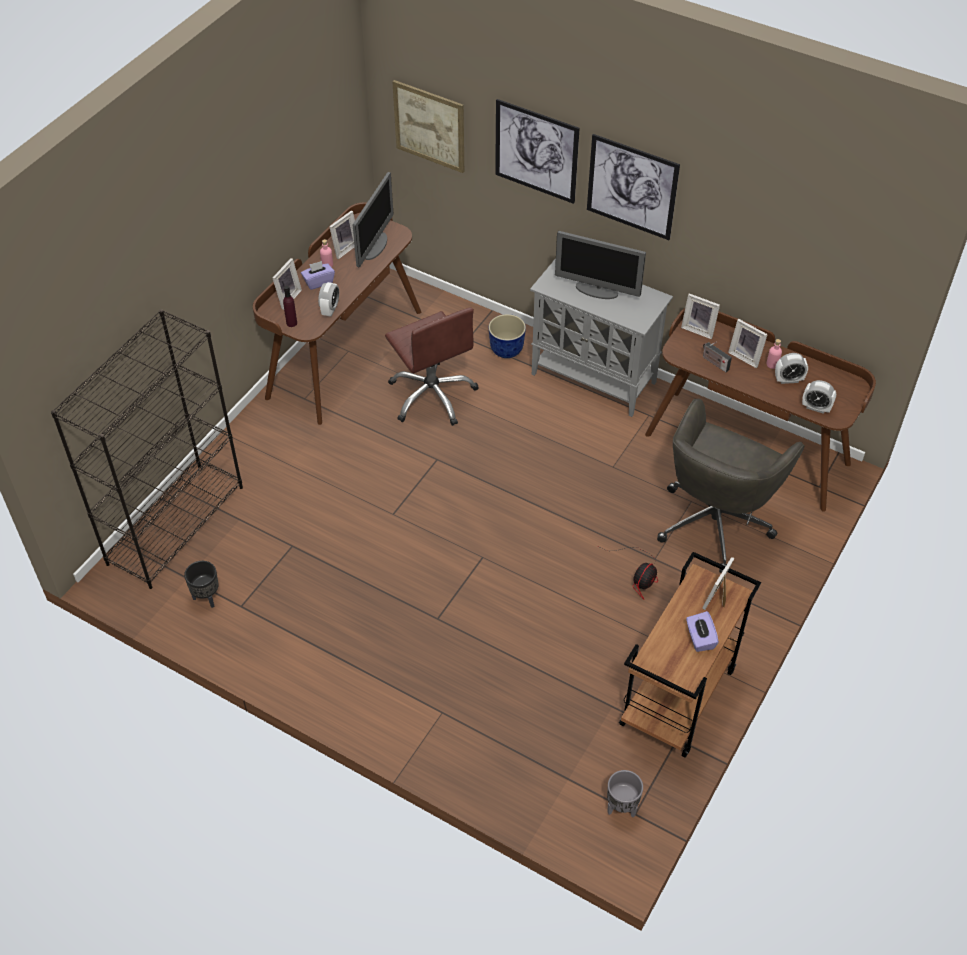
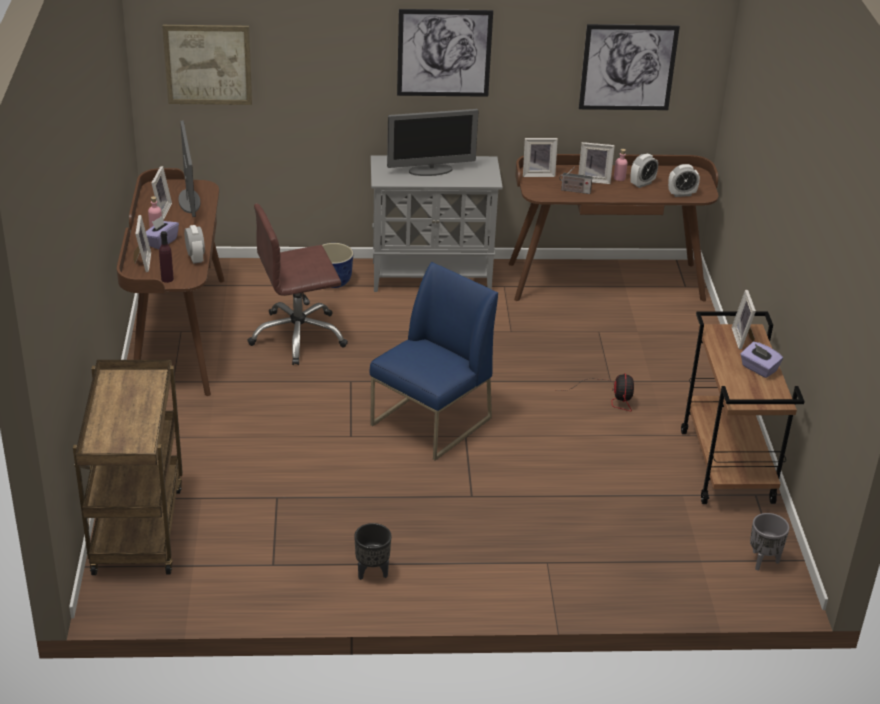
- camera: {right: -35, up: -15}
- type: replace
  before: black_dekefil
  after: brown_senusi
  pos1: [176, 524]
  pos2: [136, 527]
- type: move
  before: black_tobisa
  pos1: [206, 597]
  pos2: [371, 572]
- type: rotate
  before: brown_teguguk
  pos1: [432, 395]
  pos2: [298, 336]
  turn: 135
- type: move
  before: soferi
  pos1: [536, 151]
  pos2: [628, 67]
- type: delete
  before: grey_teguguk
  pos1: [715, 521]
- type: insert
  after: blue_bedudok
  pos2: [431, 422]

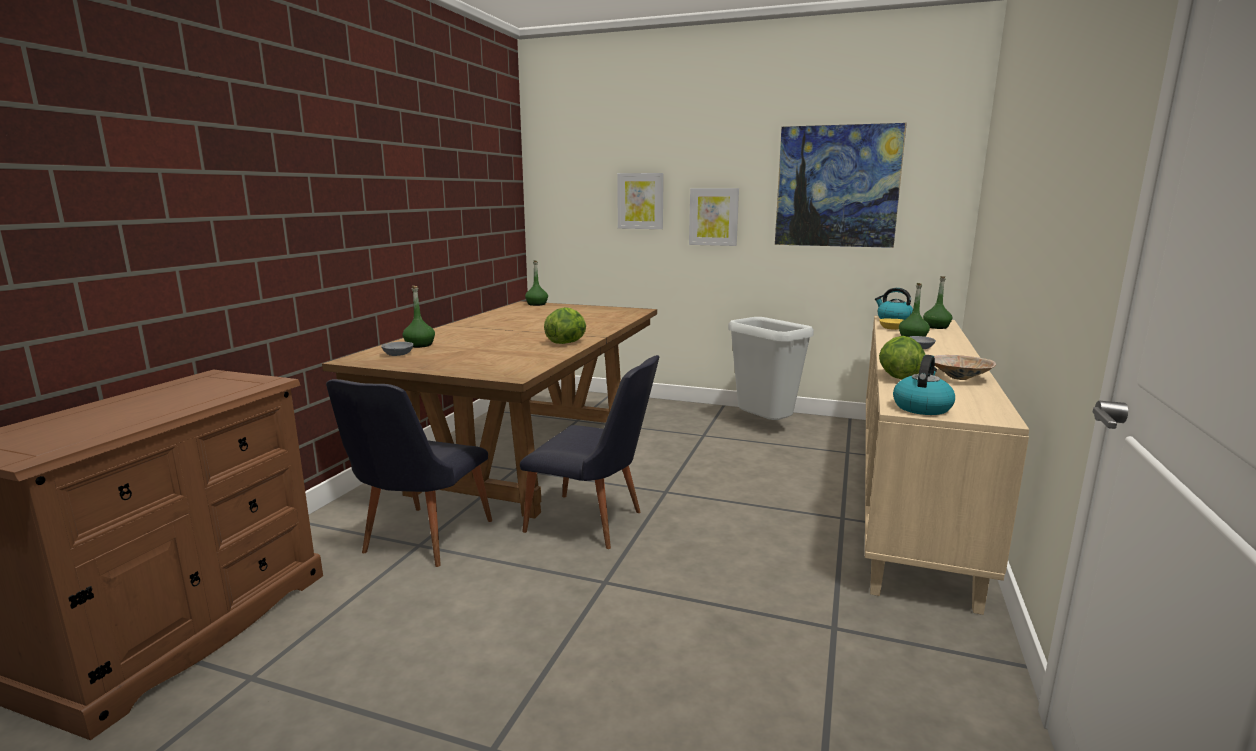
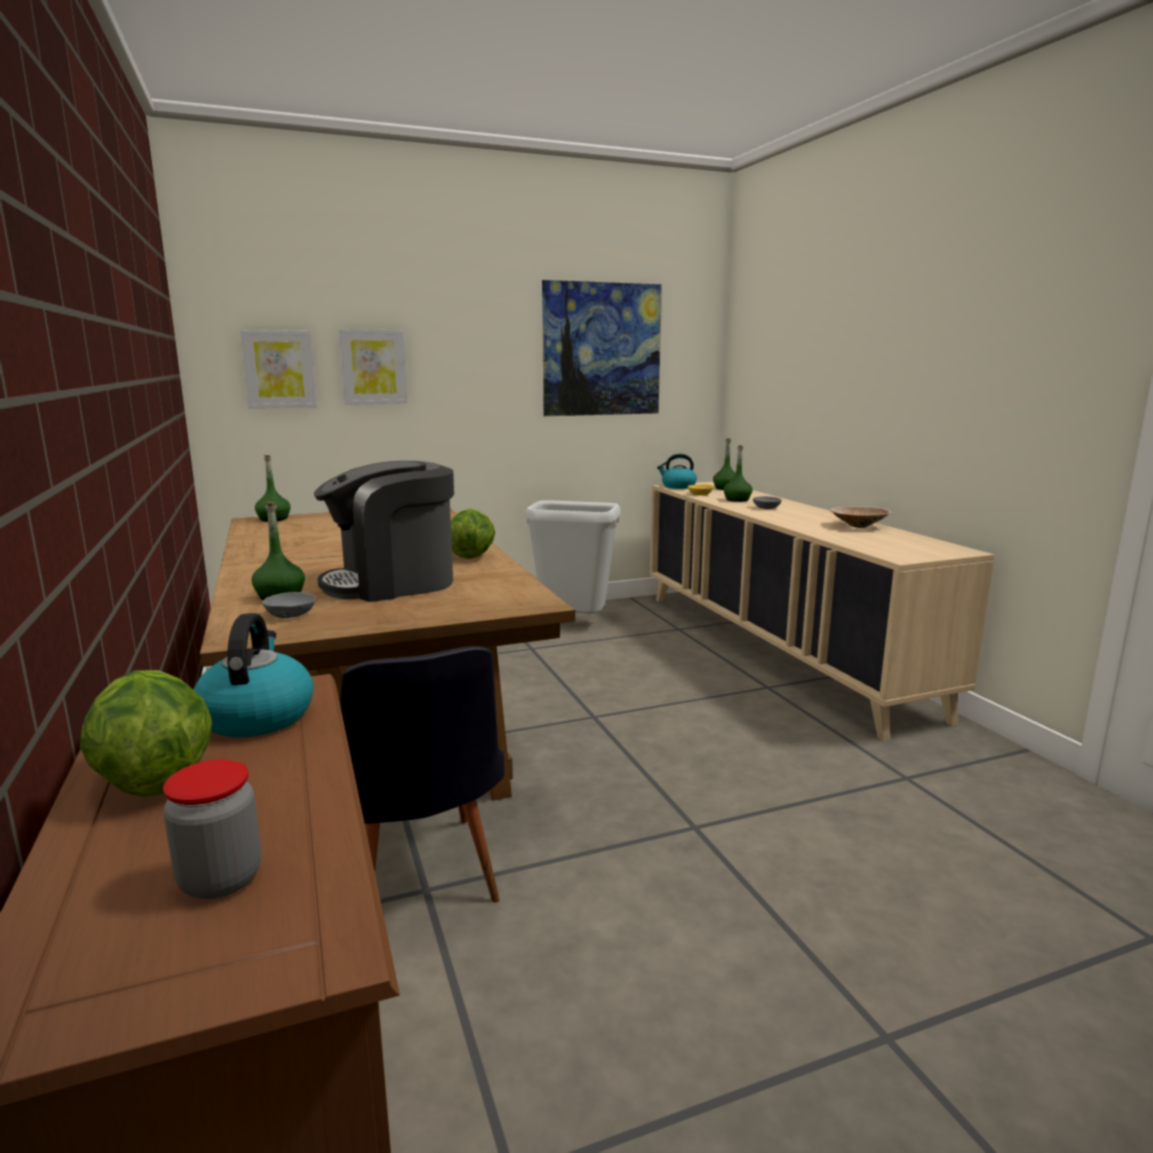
- camera: {right: -40, up: 0}
- type: delete
  before: black_bedudok
  pos1: [594, 524]
- type: move
  before: soferi
  pos1: [713, 217]
  pos2: [279, 369]
- type: move
  before: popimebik
  pos1: [898, 377]
  pos2: [153, 779]
- type: move
  before: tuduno
  pos1: [921, 407]
  pos2: [257, 716]
- type: insert
  after: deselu
  pos2: [220, 880]
- type: insert
  after: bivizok
  pos2: [392, 583]

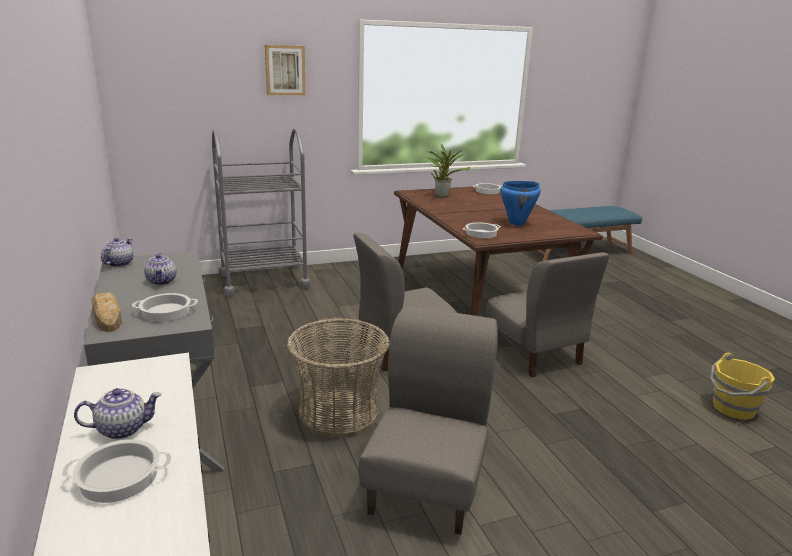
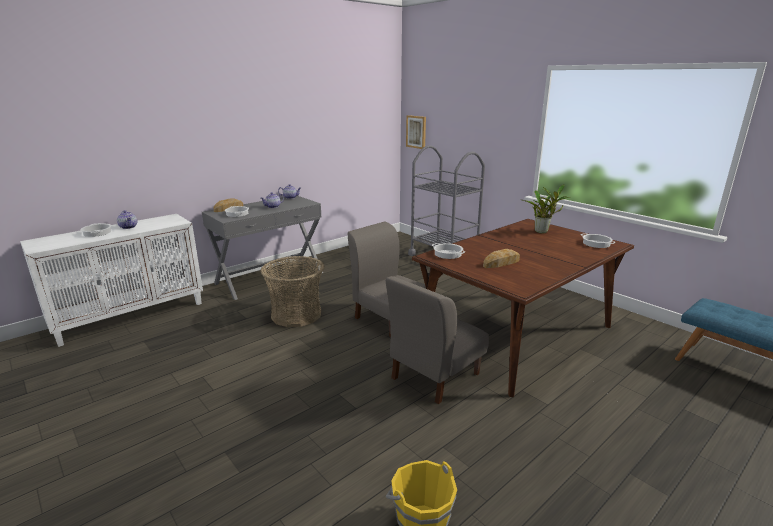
- camera: {right: 70, up: 0}
- type: move
  before: soferi
  pos1: [285, 70]
  pos2: [416, 132]
- type: delete
  before: grey_bedudok
  pos1: [427, 488]
- type: replace
  before: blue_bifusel
  after: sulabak
  pos1: [517, 223]
  pos2: [501, 263]

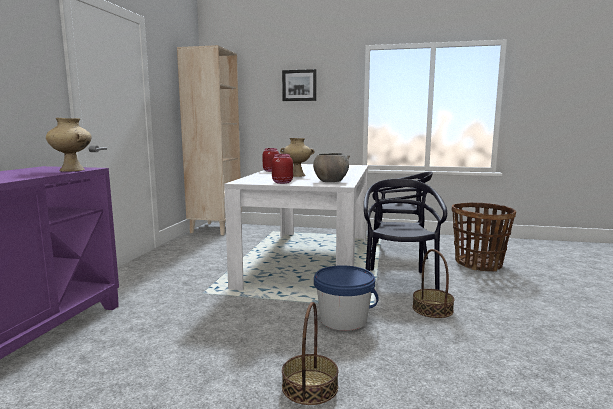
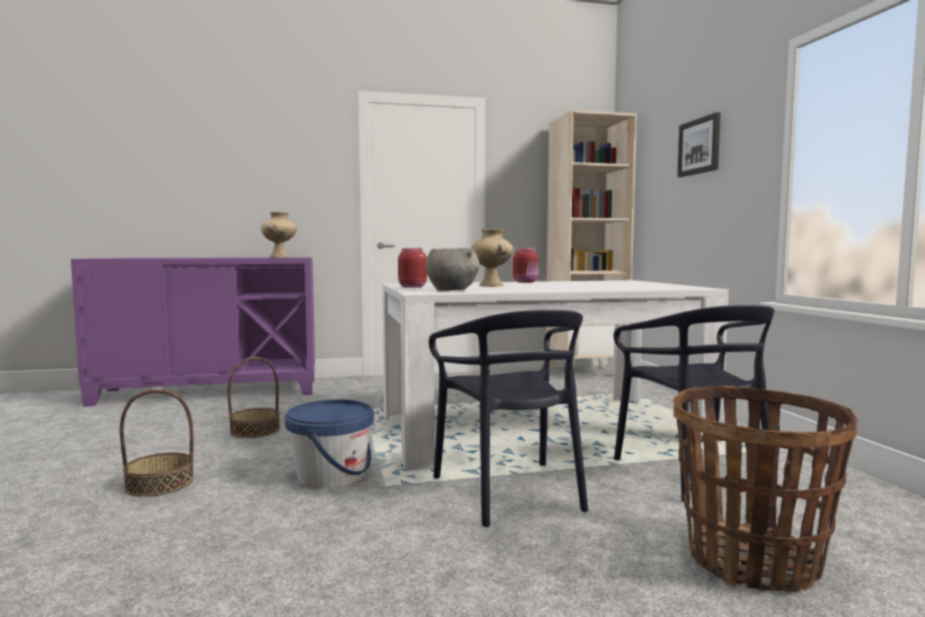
- camera: {right: 65, up: -5}
- type: rotate
  before: black_bedudok
  pos1: [398, 282]
  pos2: [510, 491]
  turn: 90
- type: move
  before: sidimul
  pos1: [432, 309]
  pos2: [255, 430]

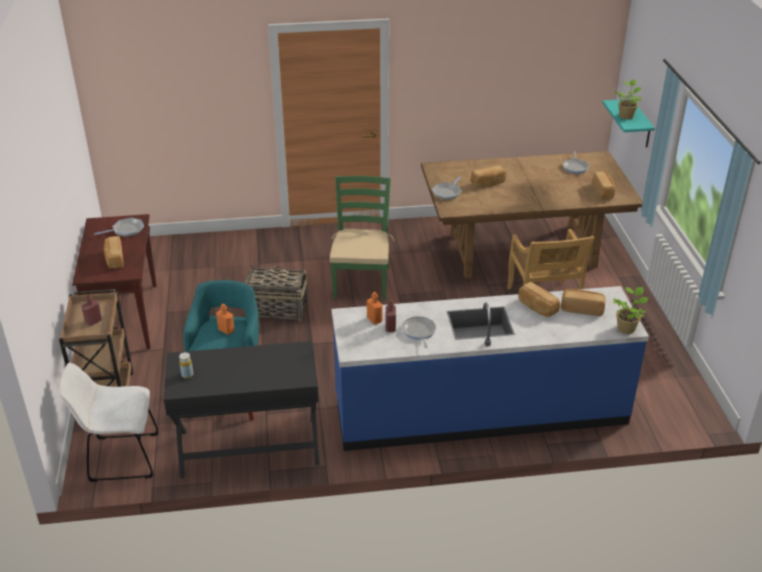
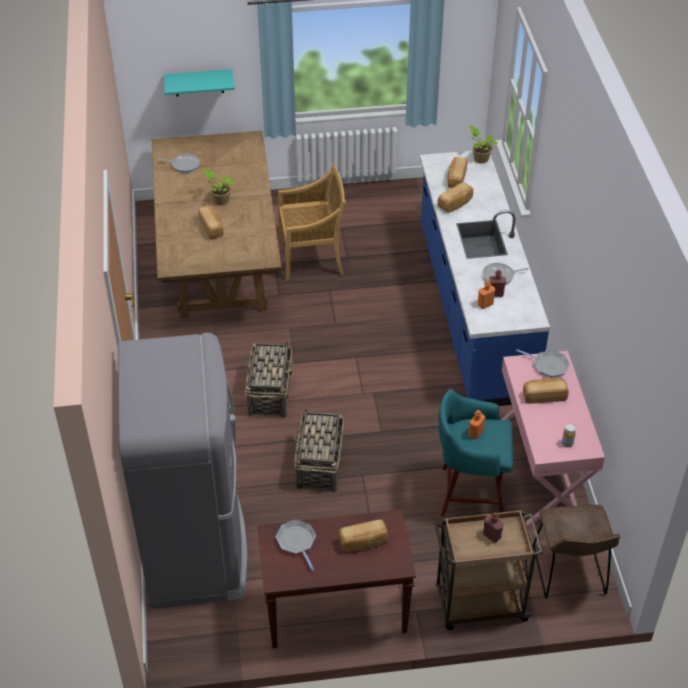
- camera: {right: -90, up: 10}
- type: recolor
  before: white_bedudok
  after: brown_bedudok
  pos1: [119, 458]
  pos2: [570, 574]
- type: recolor
  before: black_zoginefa
  after: pink_zoginefa
  pos1: [249, 448]
  pos2: [541, 471]
- type: replace
  before: green_bedudok
  after: sidimul
  pos1: [361, 282]
  pos2: [270, 393]
- type: move
  before: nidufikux
  pos1: [447, 192]
  pos2: [548, 365]
- type: move
  before: sulabak
  pos1: [603, 191]
  pos2: [544, 396]
- type: move
  before: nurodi
  pos1: [626, 115]
  pos2: [220, 200]
- type: insert
  after: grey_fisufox
  pos2: [196, 546]

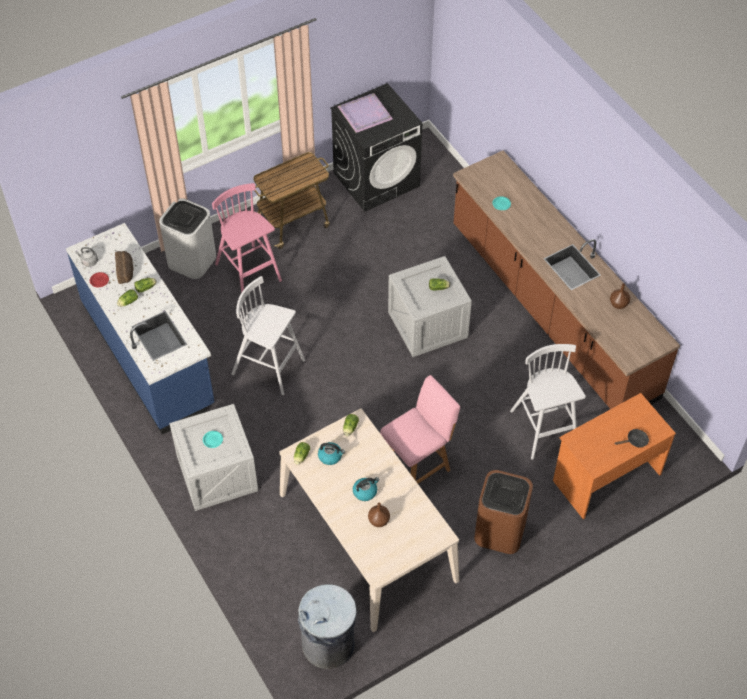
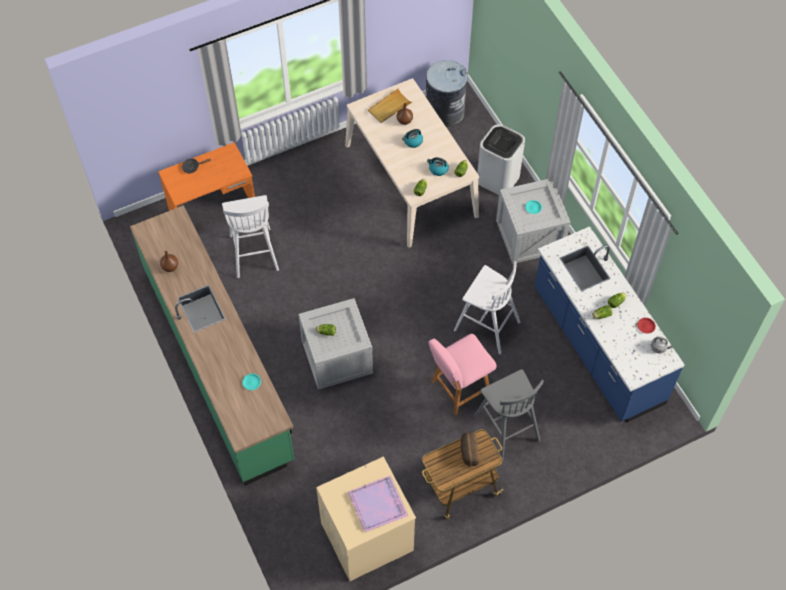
- camera: {right: -175, up: 5}
- type: move
  before: sulabak
  pos1: [126, 271]
  pos2: [468, 452]
- type: move
  before: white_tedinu
  pos1: [191, 260]
  pos2: [498, 178]
- type: recolor
  before: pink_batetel
  after: grey_batetel
  pos1: [249, 273]
  pos2: [505, 427]
- type: recolor
  before: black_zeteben
  after: beige_zeteben
  pos1: [376, 179]
  pos2: [366, 537]
- type: move
  before: pink_bedudok
  pos1: [417, 465]
  pos2: [458, 389]
- type: recolor
  before: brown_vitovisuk
  after: green_vitovisuk
  pos1: [551, 311]
  pos2: [218, 362]
- type: delete
  before: brown_tedinu
  pos1: [500, 531]
- type: insert
  after: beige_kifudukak
  pos2: [389, 107]

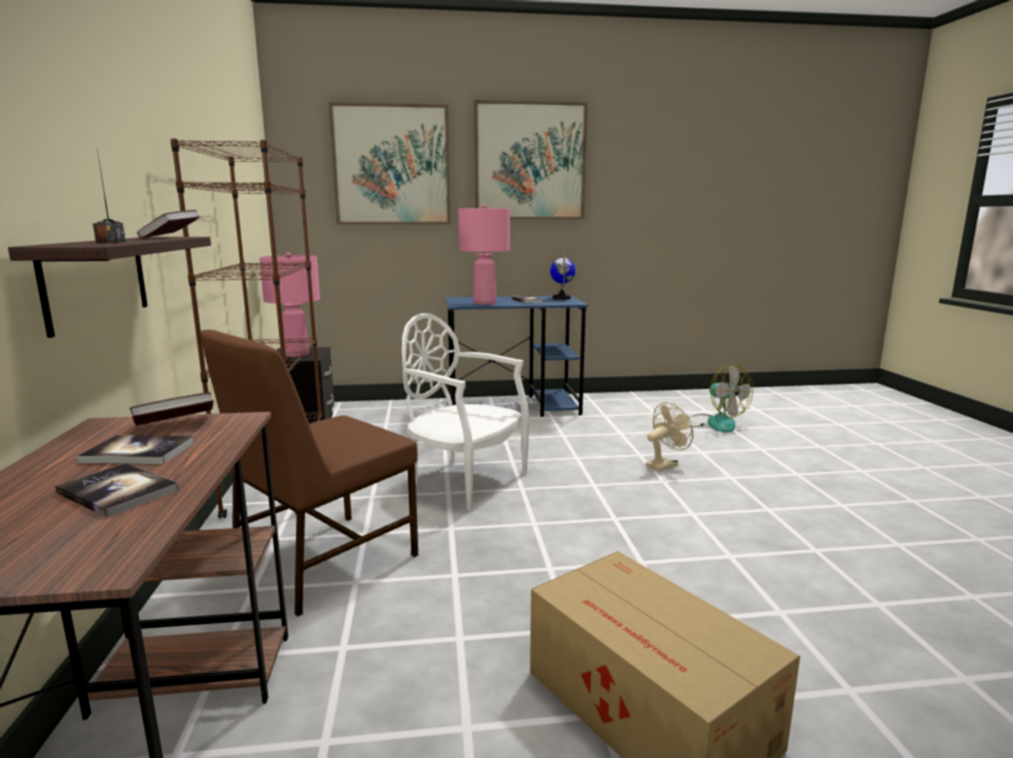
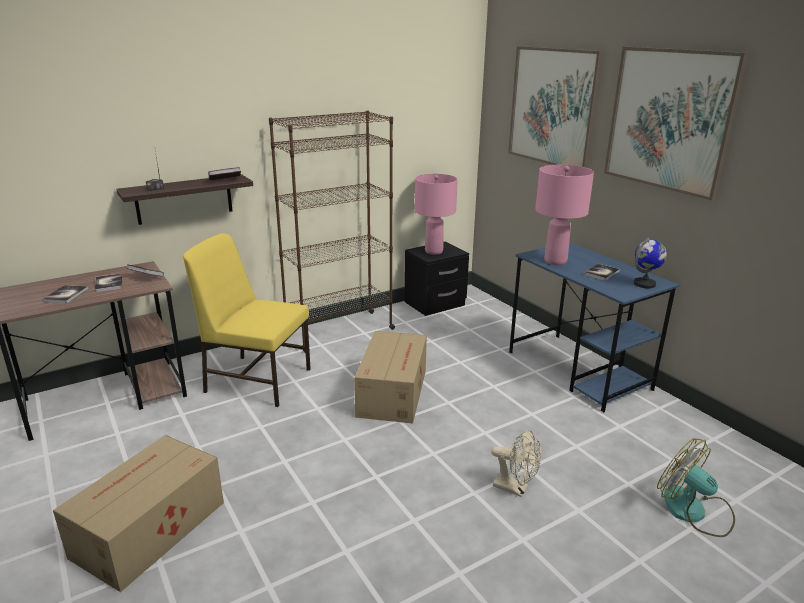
- camera: {right: 65, up: 10}
- type: recolor
  before: brown_bedudok
  after: yellow_bedudok
  pos1: [322, 561]
  pos2: [257, 379]
- type: replace
  before: white_bedudok
  after: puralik
  pos1: [464, 480]
  pos2: [393, 392]
- type: rotate
  before: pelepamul
  pos1: [714, 423]
  pos2: [694, 511]
  turn: 105

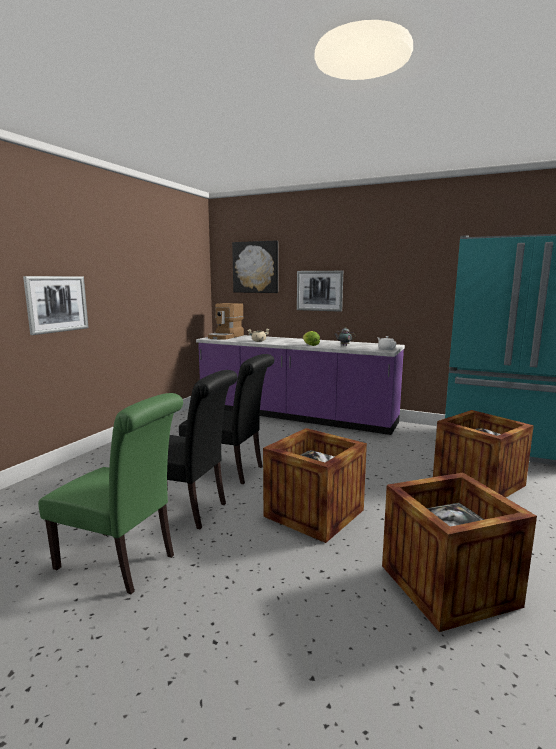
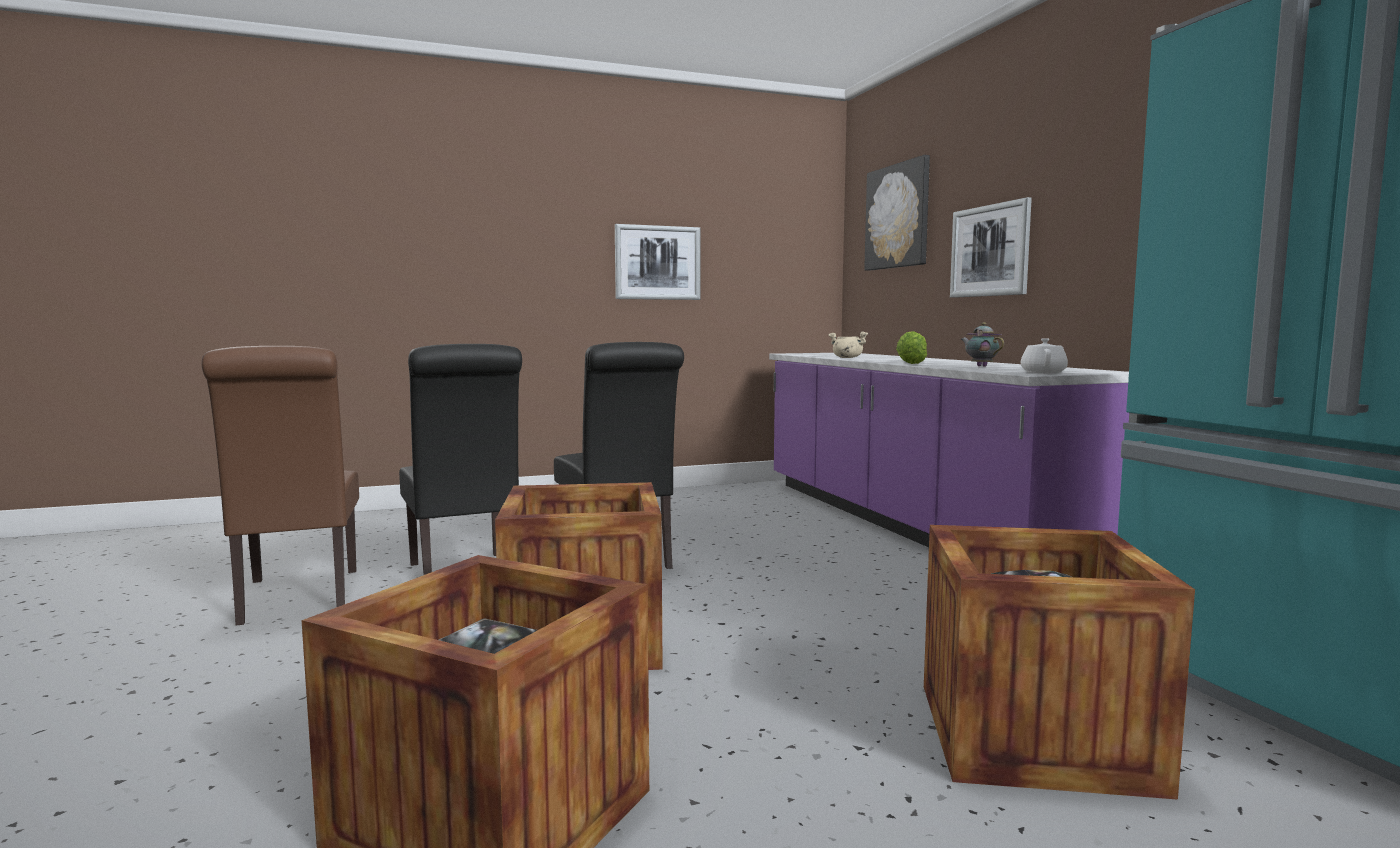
- camera: {right: 45, up: -5}
- type: move
  before: soferi
  pos1: [57, 304]
  pos2: [657, 263]
- type: recolor
  before: green_bedudok
  after: brown_bedudok
  pos1: [122, 563]
  pos2: [297, 599]
- type: delete
  before: bivizok
  pos1: [226, 337]

